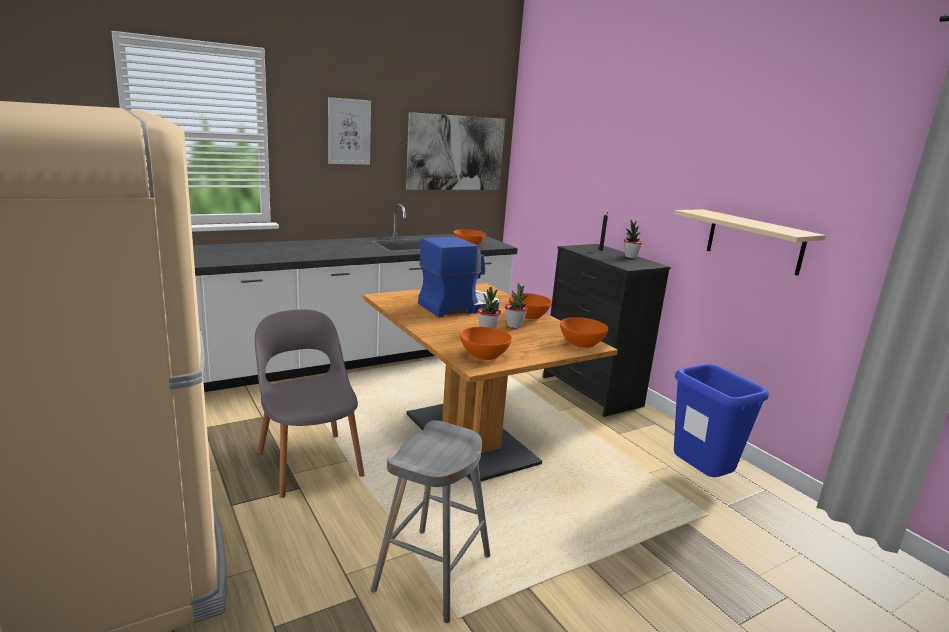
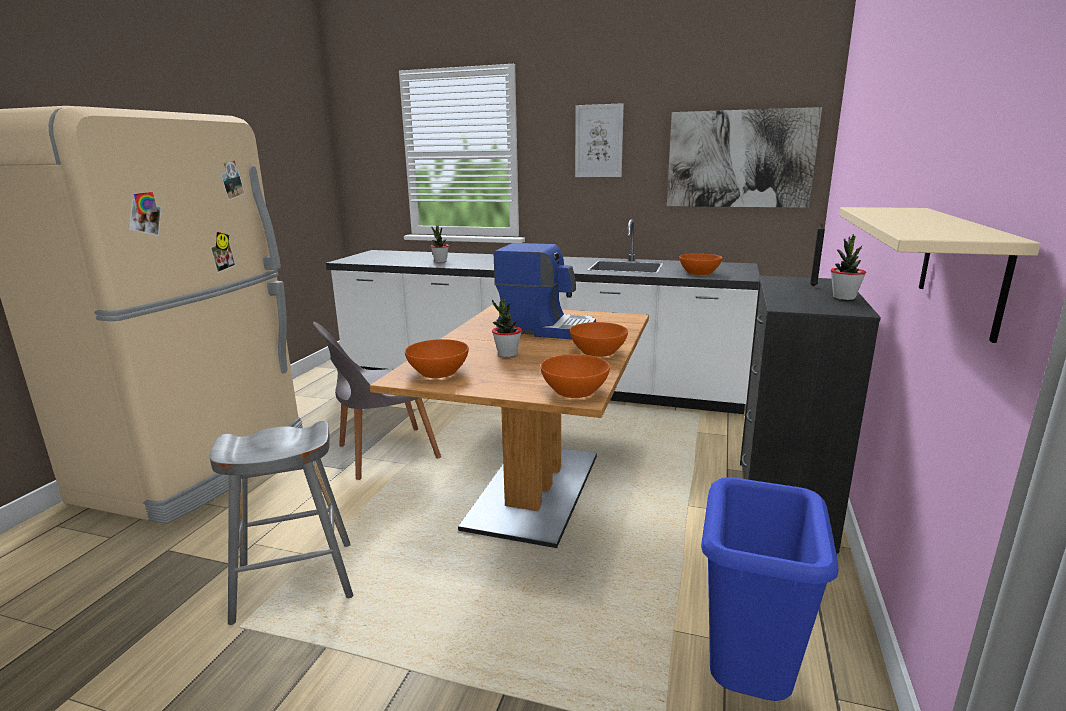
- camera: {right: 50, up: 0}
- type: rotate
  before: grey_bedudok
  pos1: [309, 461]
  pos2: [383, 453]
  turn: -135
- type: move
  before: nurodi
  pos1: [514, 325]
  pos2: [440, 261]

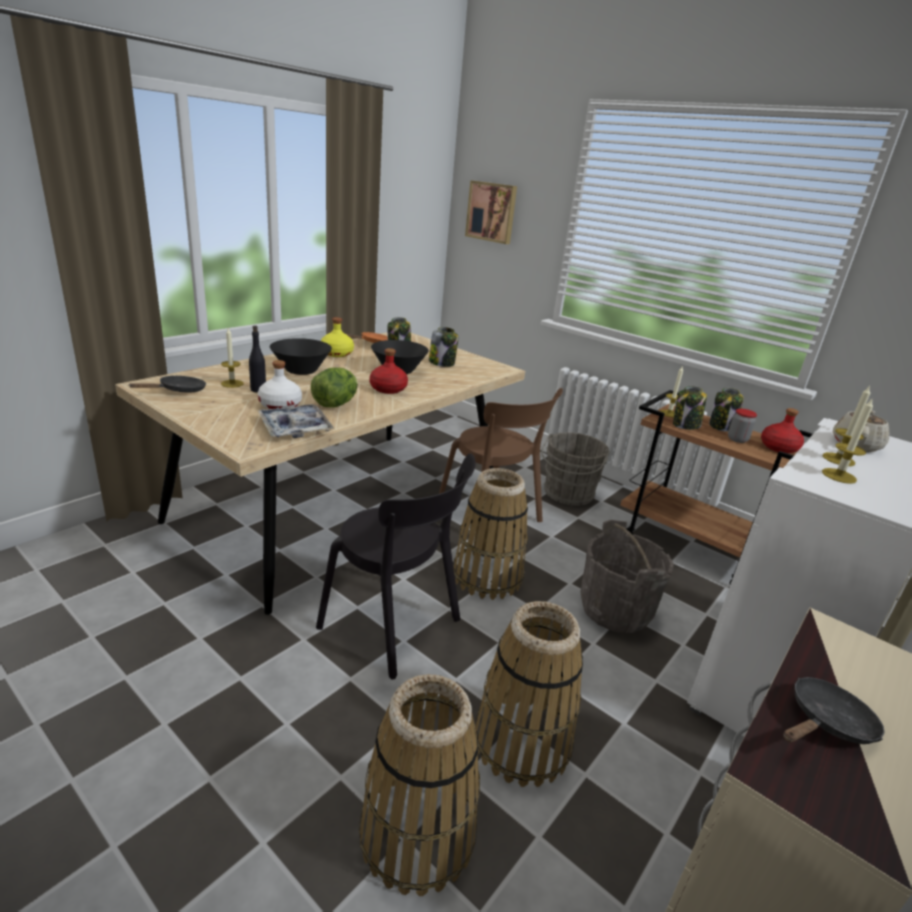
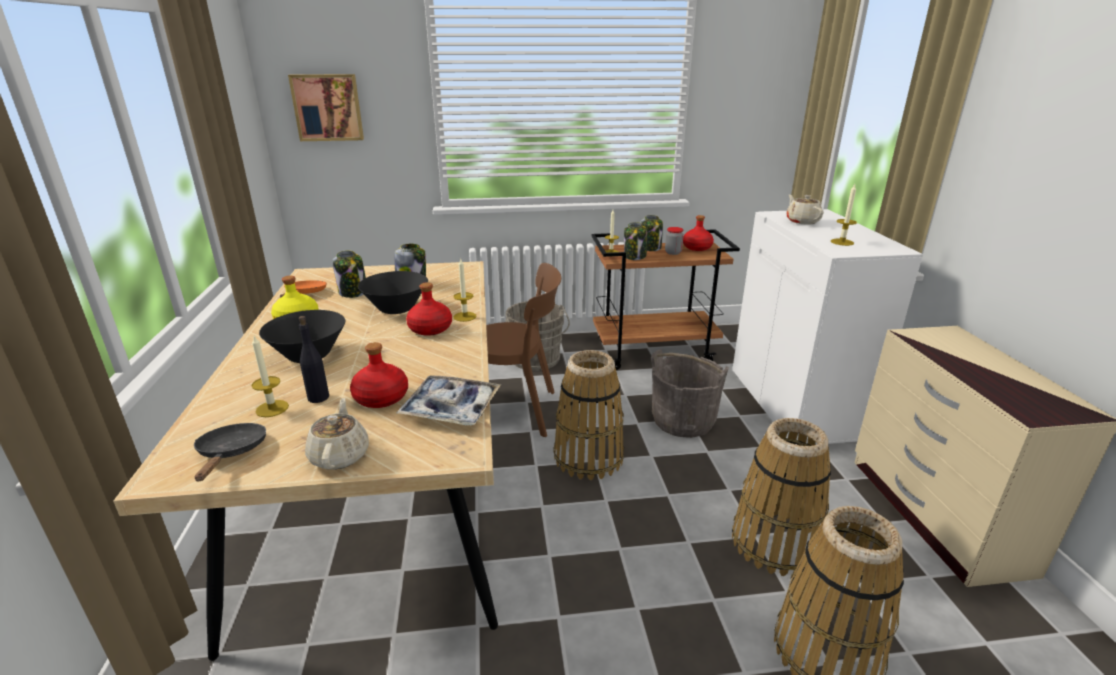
- camera: {right: -45, up: 0}
- type: recolor
  before: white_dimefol
  after: red_dimefol
  pos1: [281, 405]
  pos2: [382, 397]
- type: delete
  before: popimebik
  pos1: [335, 404]
- type: delete
  before: black_bedudok
  pos1: [394, 627]
- type: delete
  before: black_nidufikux
  pos1: [826, 723]
- type: move
  before: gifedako
  pos1: [838, 459]
  pos2: [465, 316]
- type: insert
  after: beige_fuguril
  pos2: [340, 455]

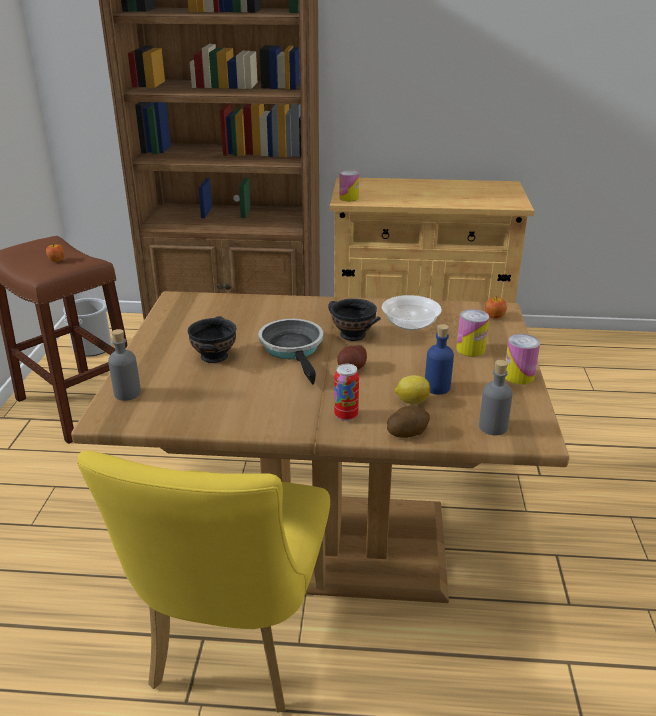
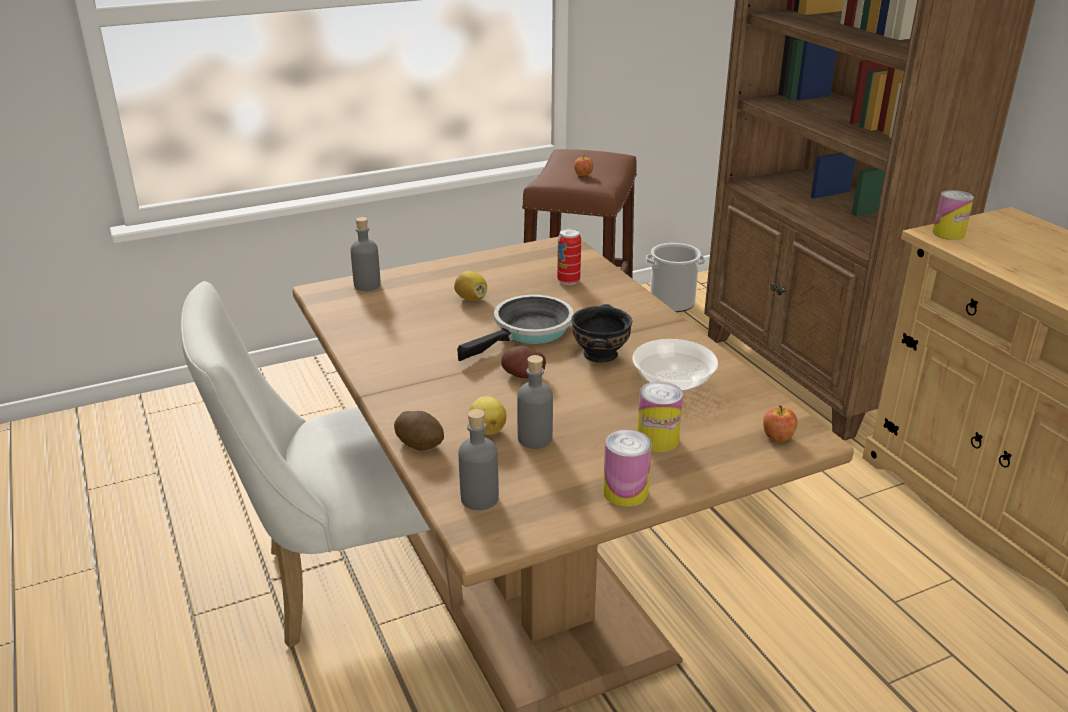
- camera: {right: 60, up: 0}
- type: recolor
  before: yellow_bedudok
  after: white_bedudok
  pos1: [235, 647]
  pos2: [346, 583]
- type: replace
  before: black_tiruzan
  after: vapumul
  pos1: [215, 356]
  pos2: [471, 299]
- type: move
  before: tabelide
  pos1: [346, 415]
  pos2: [568, 281]
- type: recolor
  before: blue_dimefol
  after: grey_dimefol
  pos1: [437, 387]
  pos2: [535, 439]

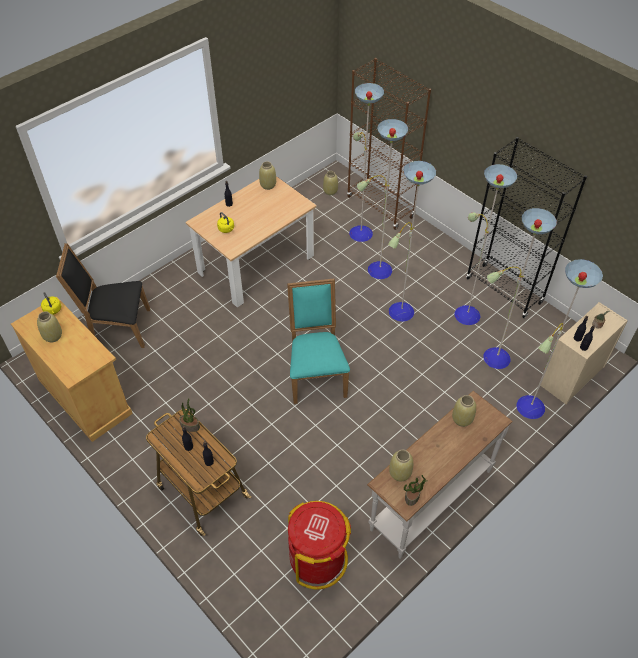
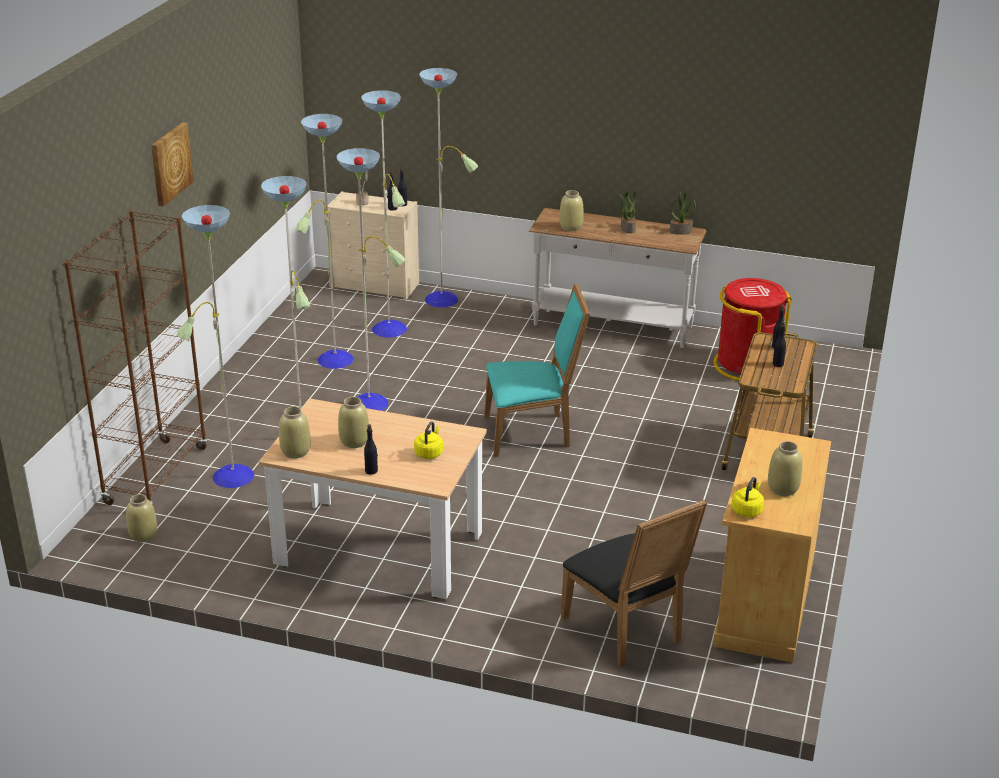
- camera: {right: -120, up: -20}
- type: move
  before: nurodi
  pos1: [190, 425]
  pos2: [627, 228]
- type: rotate
  before: turquoise_bedudok
  pos1: [316, 375]
  pos2: [532, 432]
  turn: -150
- type: move
  before: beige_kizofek
  pos1: [400, 473]
  pos2: [354, 441]
- type: delete
  before: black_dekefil
  pos1: [504, 291]
- type: insert
  after: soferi
  pos2: [170, 163]

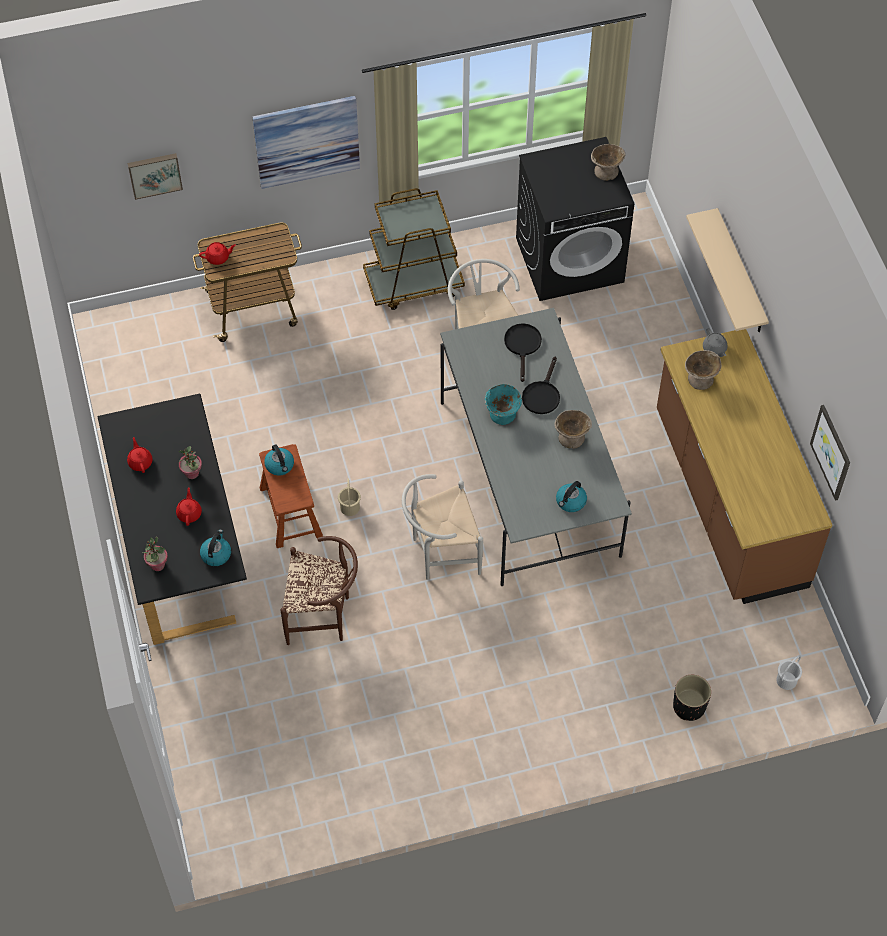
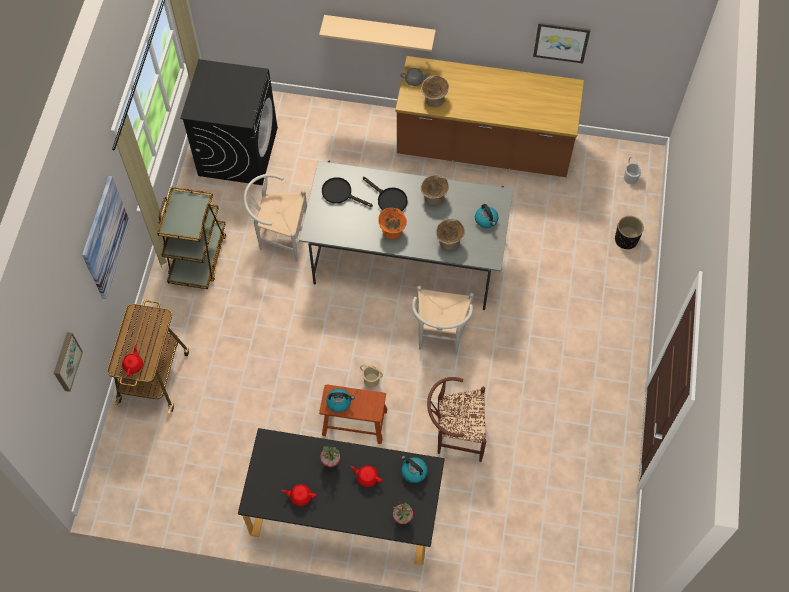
- camera: {right: -65, up: 5}
- type: rotate
  before: brown_bedudok
  pos1: [323, 616]
  pos2: [455, 434]
  turn: -120
- type: recolor
  before: turquoise_tiruzan
  after: orange_tiruzan
  pos1: [502, 414]
  pos2: [392, 230]
- type: move
  before: beige_tiruzan
  pos1: [606, 171]
  pos2: [449, 241]

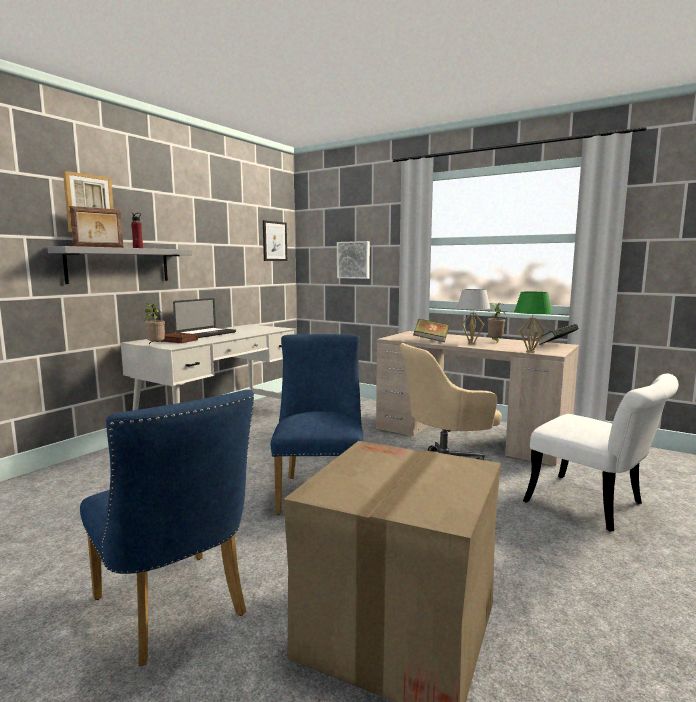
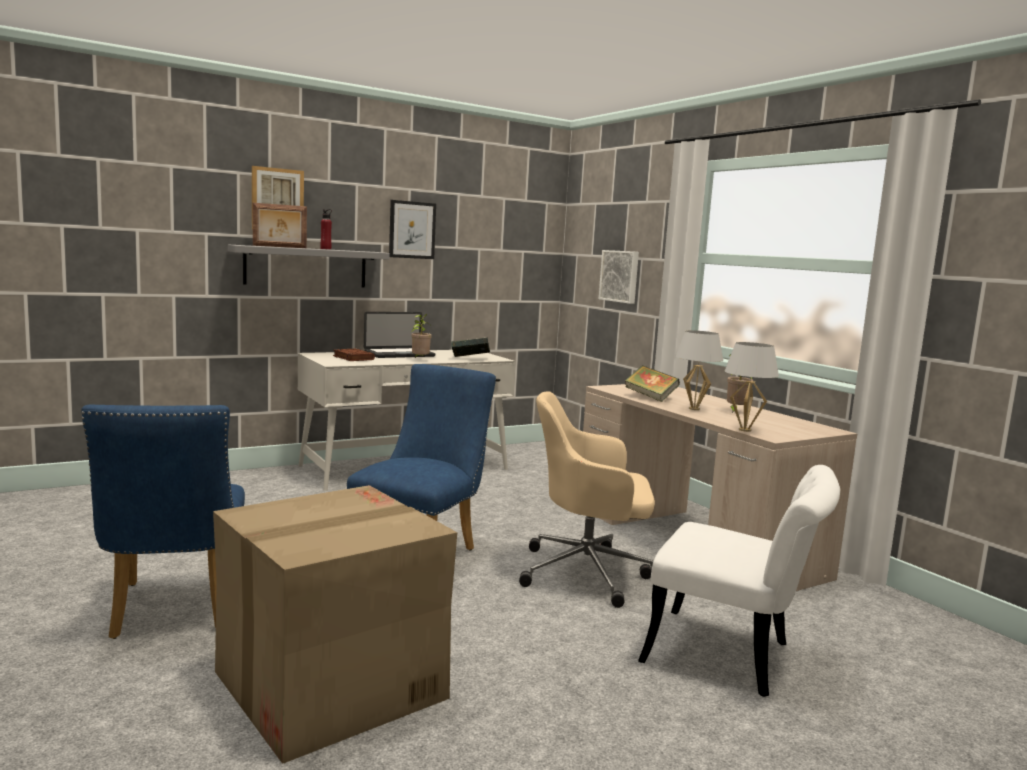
- camera: {right: 25, up: 0}
- type: move
  before: nurodi
  pos1: [155, 346]
  pos2: [420, 360]
- type: move
  before: soferi
  pos1: [274, 241]
  pos2: [412, 230]
- type: recolor
  before: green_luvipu
  after: white_luvipu
  pos1: [530, 352]
  pos2: [744, 430]
- type: rotate
  before: white_bedudok
  pos1: [595, 506]
  pos2: [733, 657]
  turn: -45
- type: move
  before: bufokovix
  pos1: [556, 345]
  pos2: [470, 359]

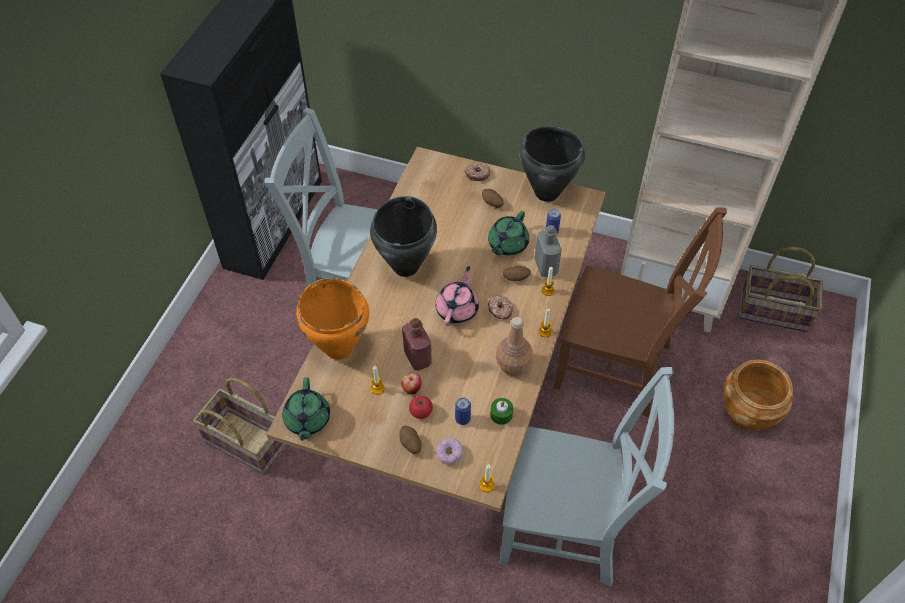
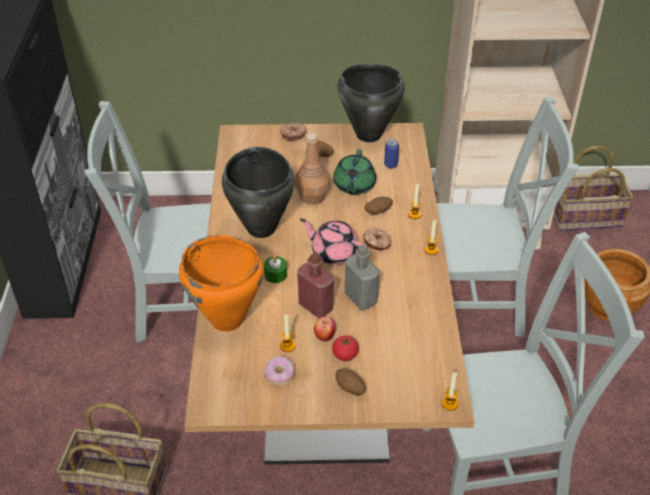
- camera: {right: -20, up: -10}
- type: delete
  before: green_fuguril
  pos1: [307, 420]
- type: rotate
  before: pink_fuguril
  pos1: [457, 309]
  pos2: [334, 252]
  turn: -60
- type: move
  before: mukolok
  pos1: [449, 454]
  pos2: [279, 375]
- type: delete
  before: tabelide
  pos1: [462, 419]
- type: move
  before: green_gifedako
  pos1: [501, 415]
  pos2: [275, 275]
- type: move
  before: brown_dimefol
  pos1: [512, 366]
  pos2: [312, 197]
- type: move
  before: grey_dimefol
  pos1: [546, 267]
  pos2: [360, 298]
- type: recolor
  before: brown_bedudok
  after: grey_bedudok
  pos1: [618, 368]
  pos2: [473, 302]

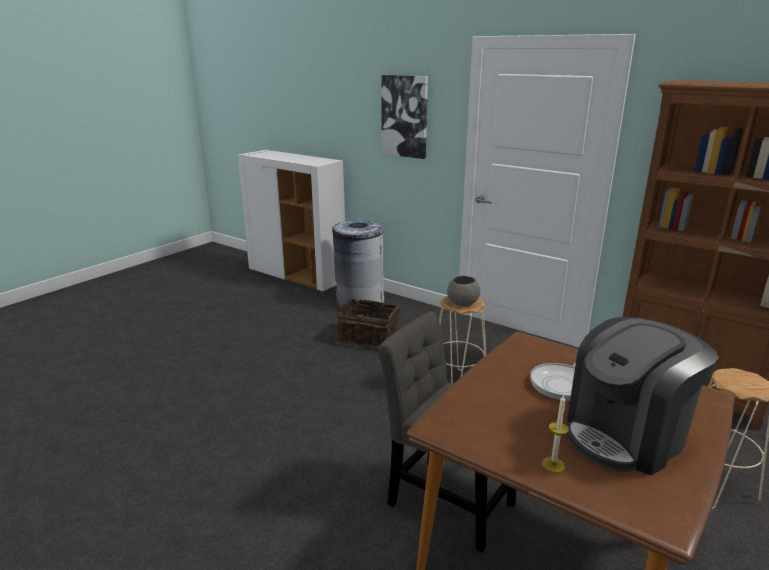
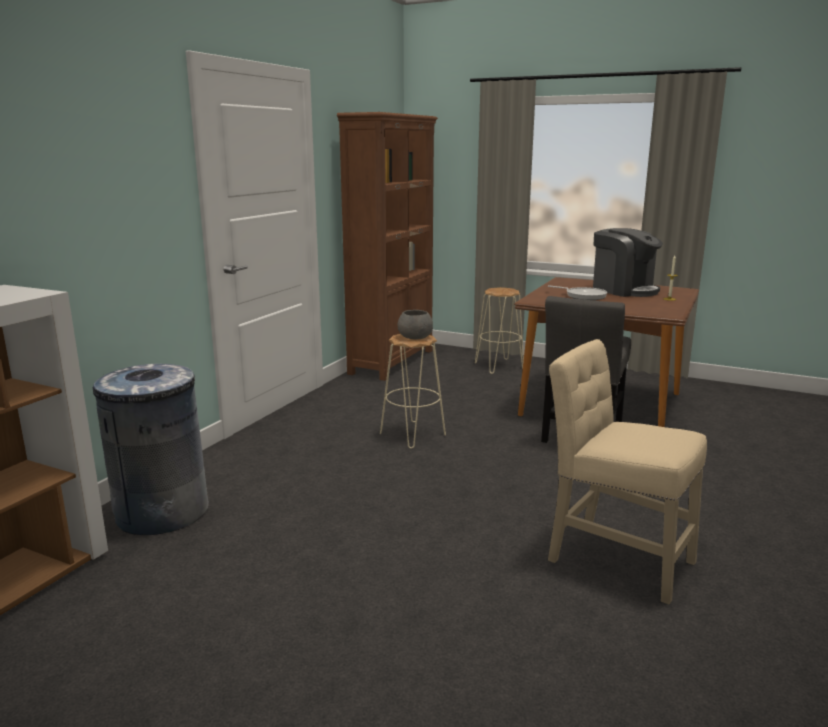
- camera: {right: -100, up: -5}
- type: delete
  before: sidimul
  pos1: [369, 337]
- type: delete
  before: soferi
  pos1: [405, 116]
- type: insert
  after: beige_bedudok
  pos2: [614, 557]

